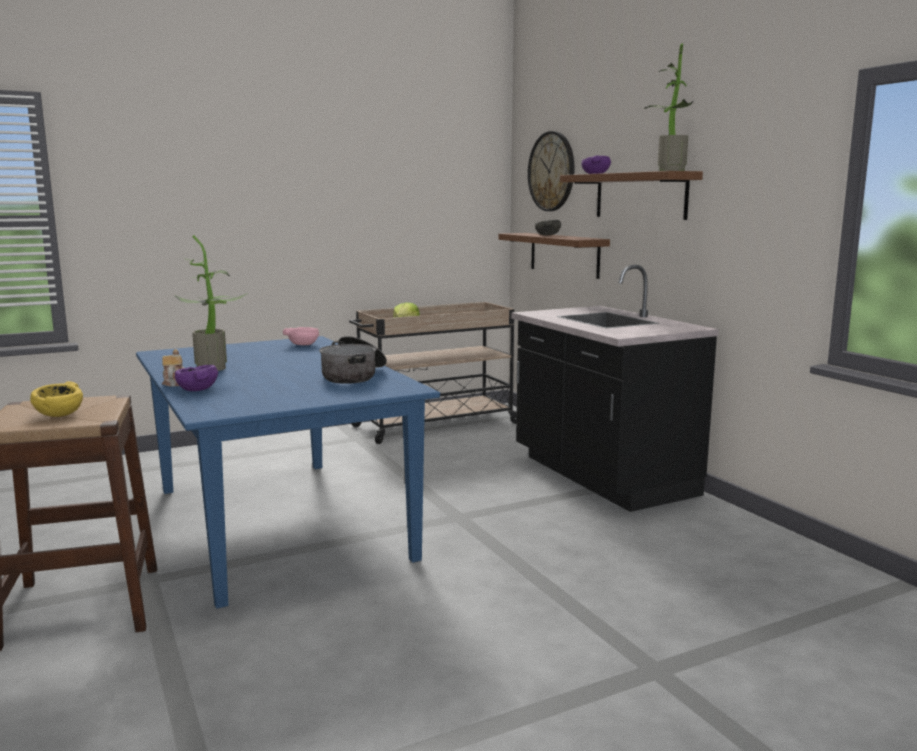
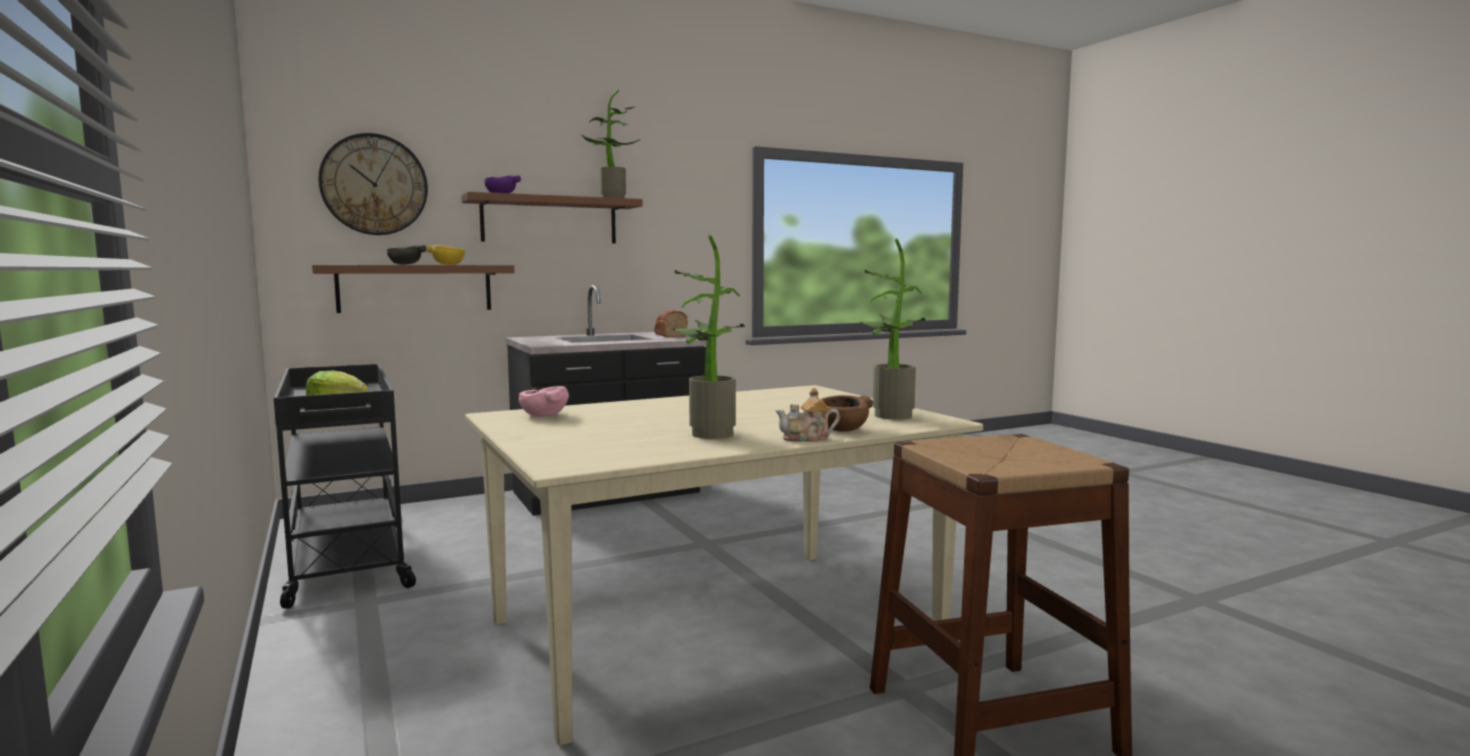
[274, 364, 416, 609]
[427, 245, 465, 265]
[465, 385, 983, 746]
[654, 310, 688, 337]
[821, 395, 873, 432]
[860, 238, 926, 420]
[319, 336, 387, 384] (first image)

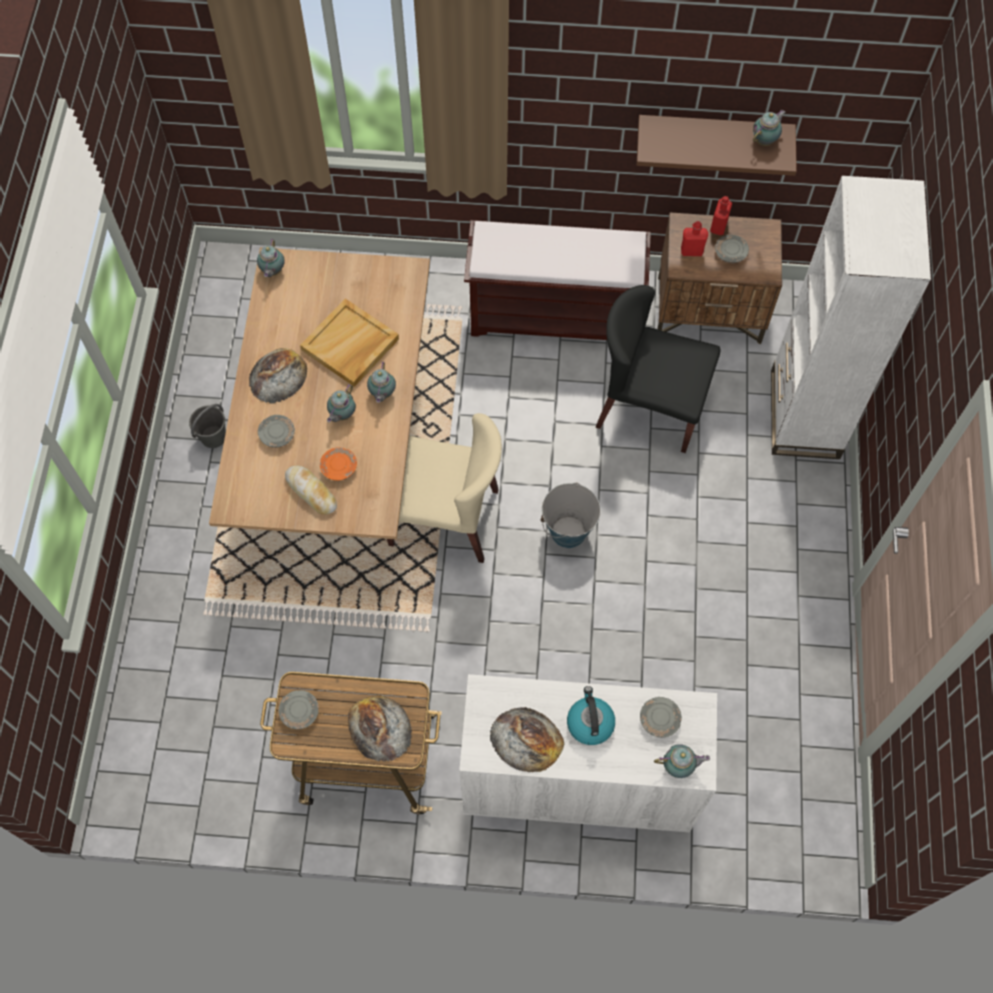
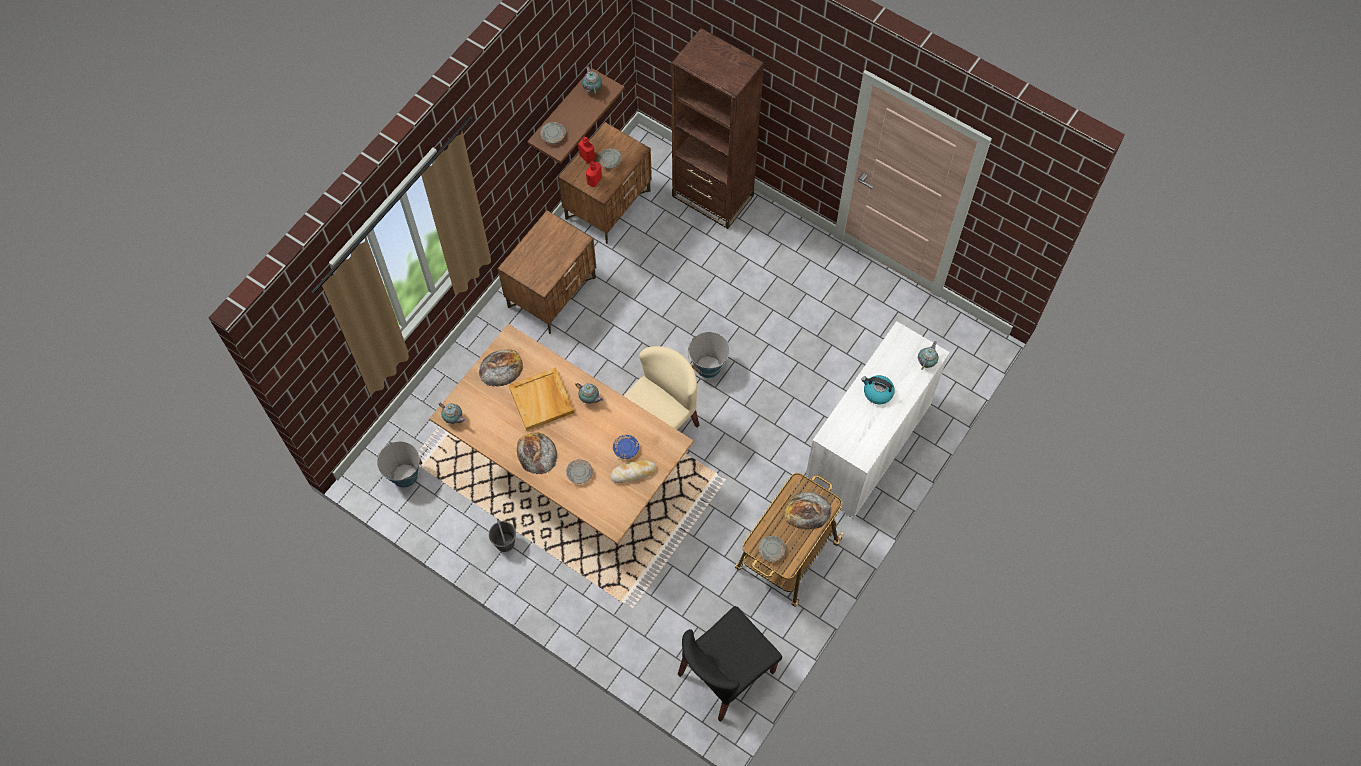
[377, 441, 422, 488]
[479, 349, 523, 387]
[498, 210, 596, 334]
[540, 122, 566, 144]
[613, 435, 639, 459]
[671, 28, 764, 229]
[678, 606, 782, 722]
[327, 384, 356, 422] (first image)

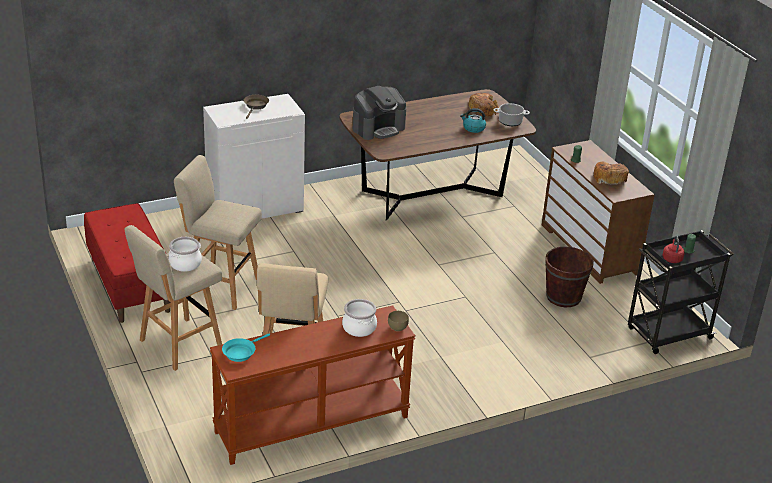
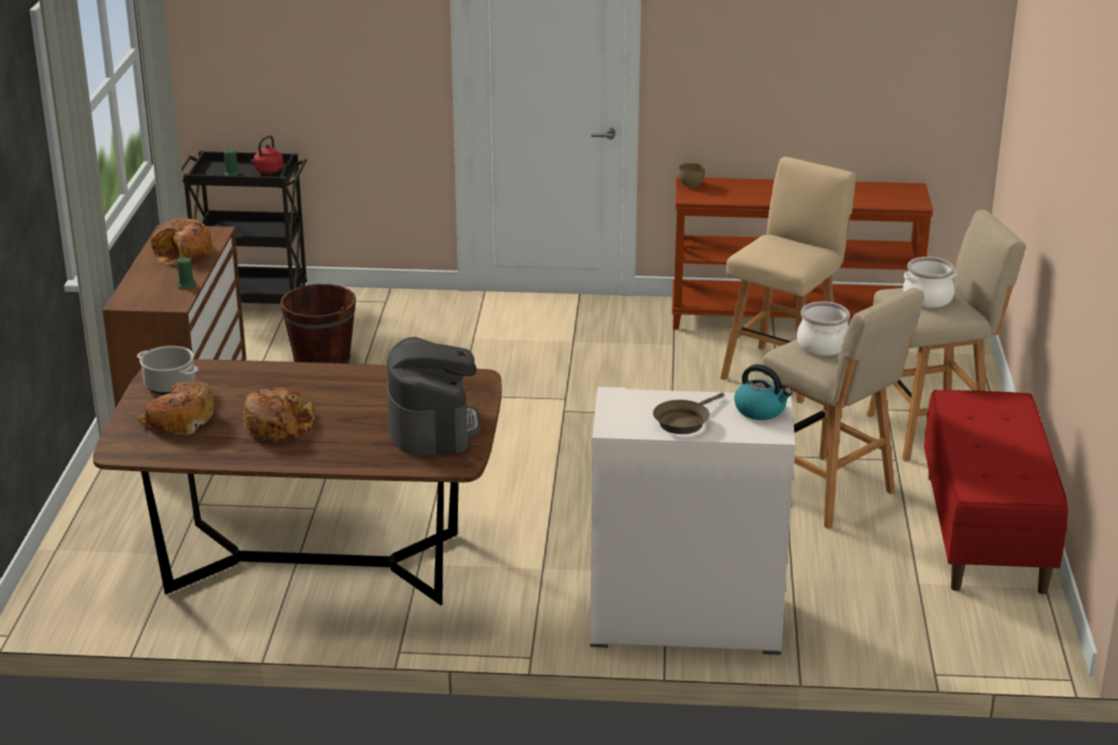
[243, 388, 314, 441]
[387, 337, 481, 455]
[734, 364, 792, 420]
[797, 301, 850, 356]
[222, 334, 270, 362] (first image)

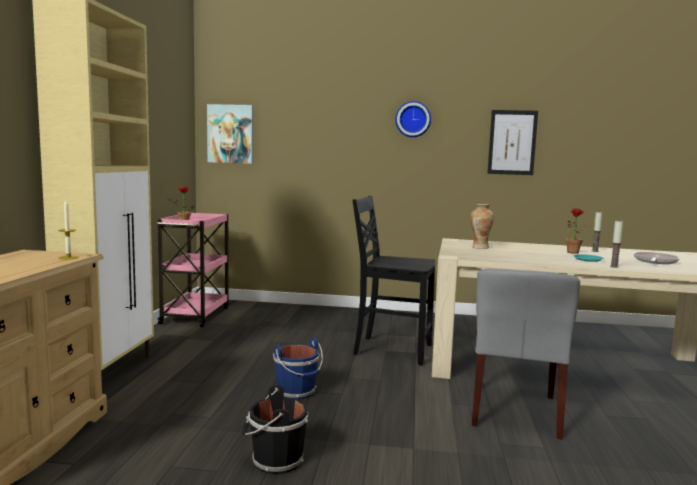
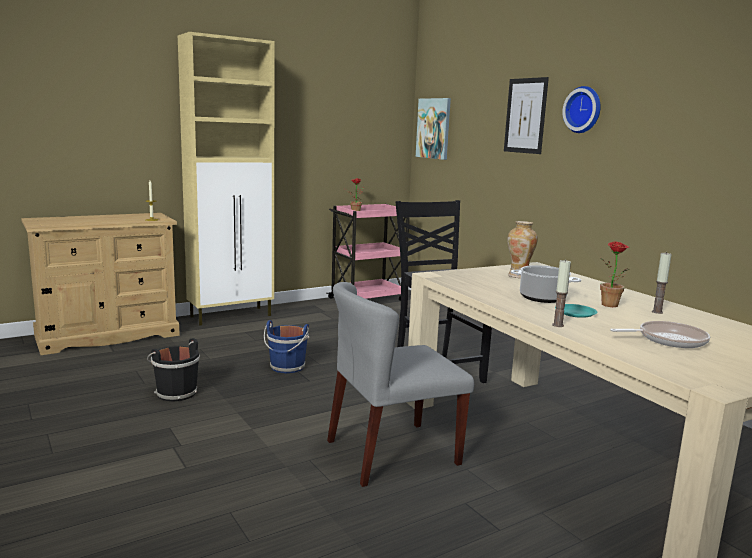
[504, 77, 549, 154]
[510, 265, 581, 303]

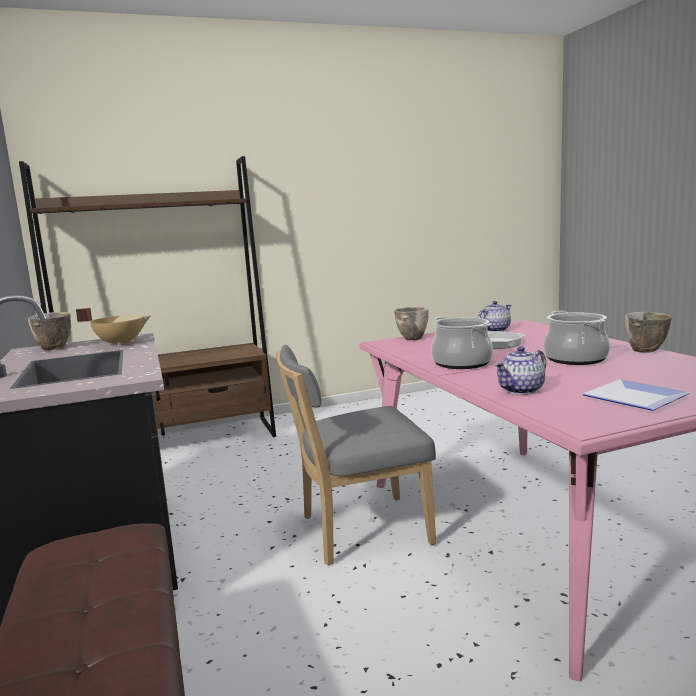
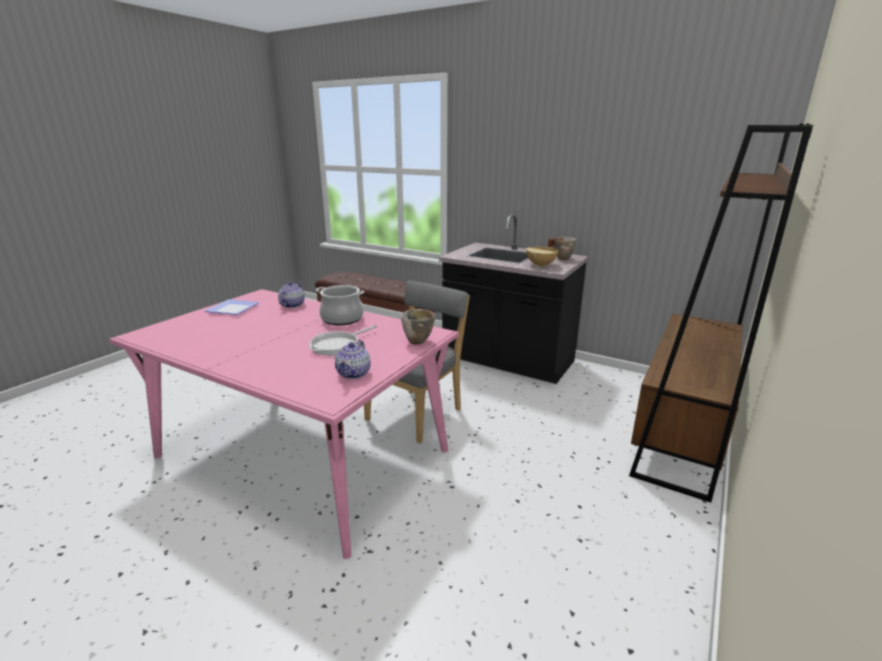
[543, 311, 610, 365] (first image)
[625, 312, 672, 353] (first image)

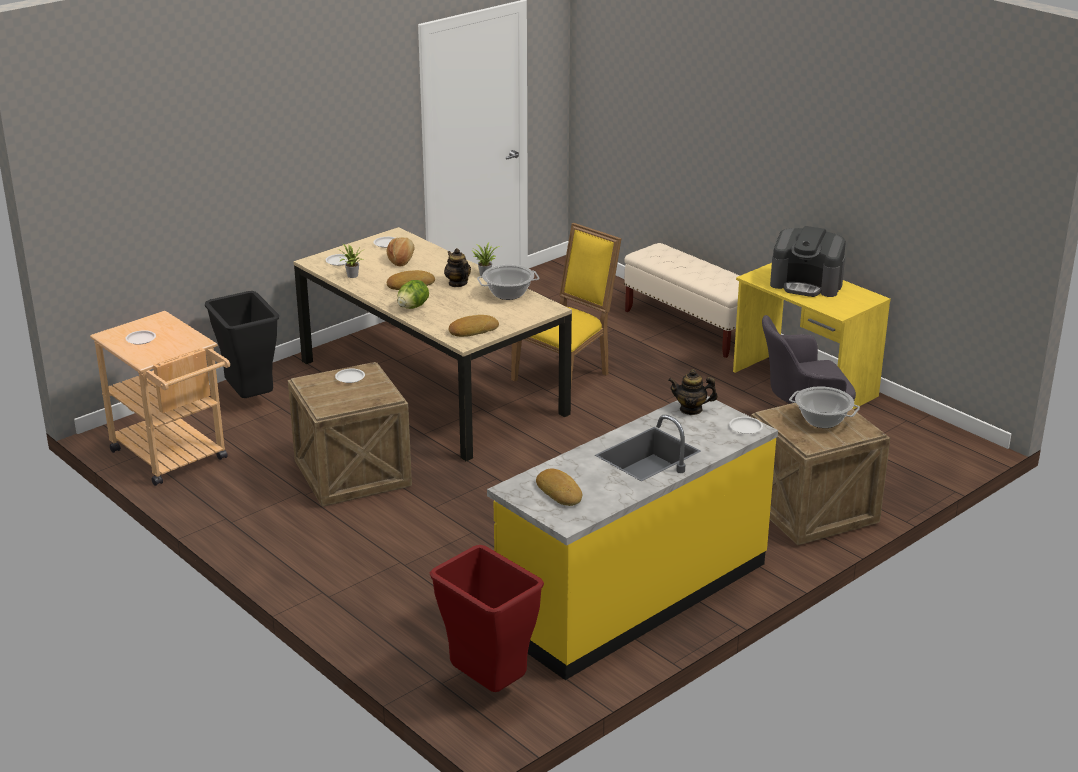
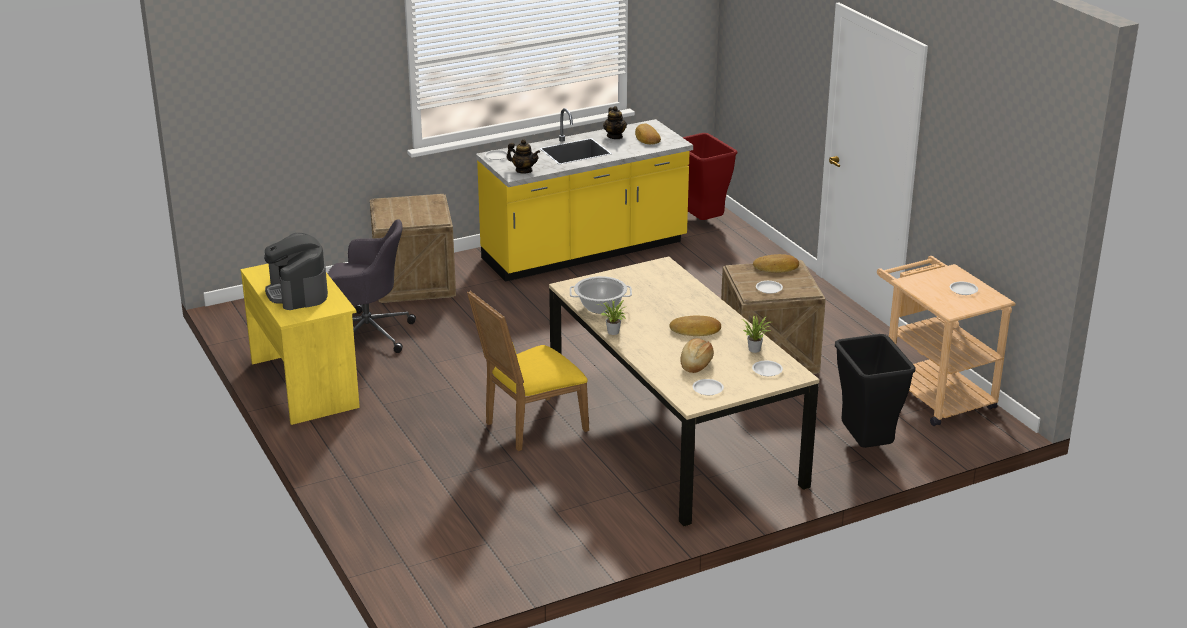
[264, 233, 328, 310]
[603, 106, 627, 139]
[753, 254, 799, 273]
[397, 280, 429, 309] (first image)
[624, 243, 740, 358] (first image)
[789, 387, 860, 428] (first image)

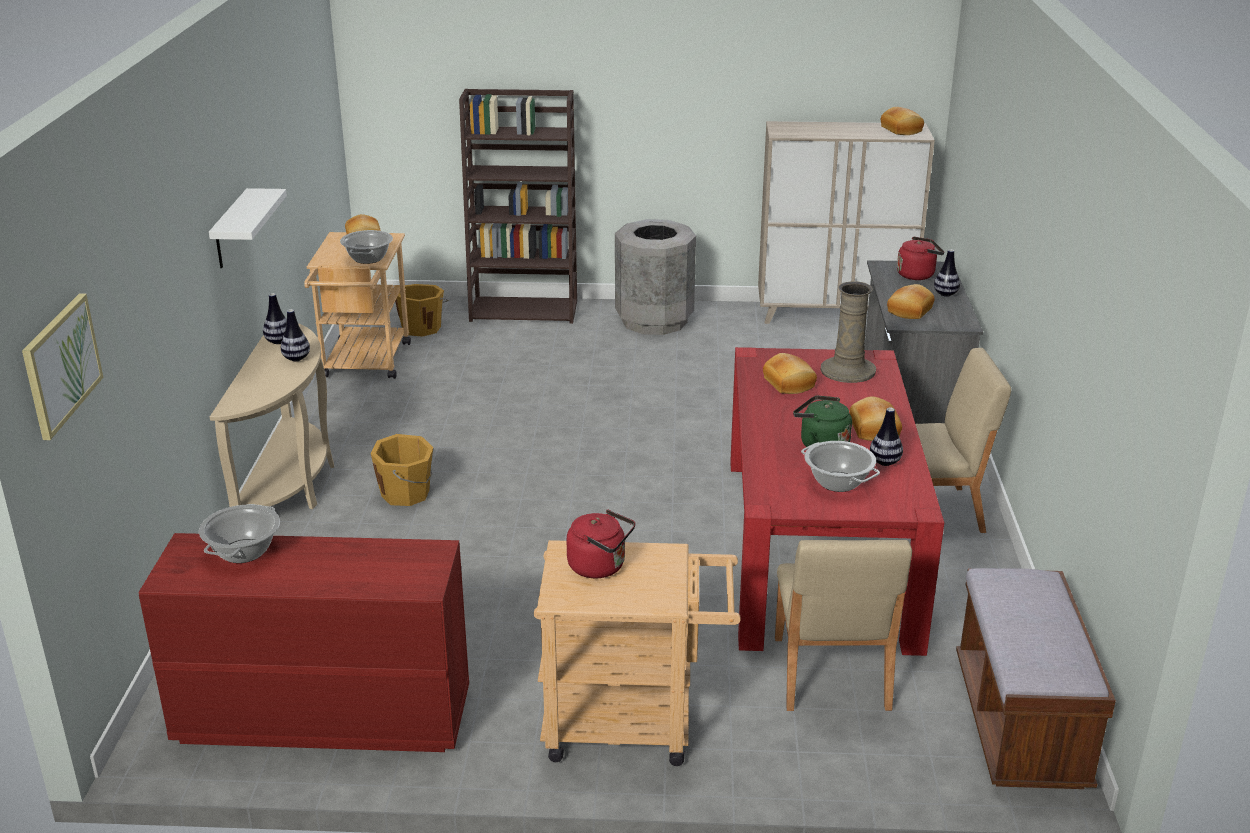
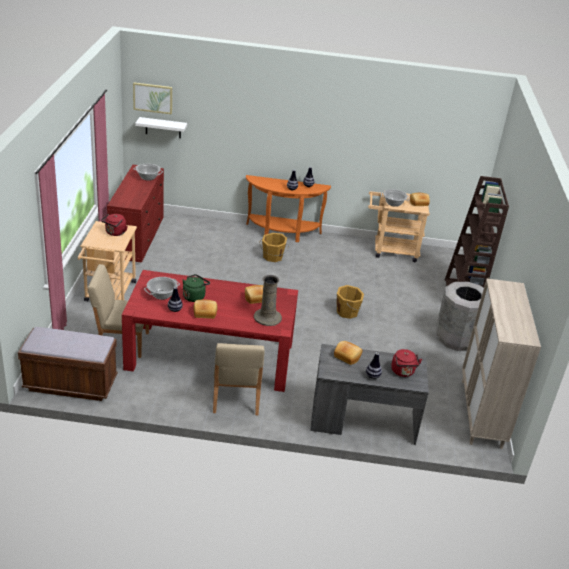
[135, 117, 187, 138]
[246, 175, 331, 242]
[337, 285, 364, 319]
[881, 107, 924, 135] (first image)

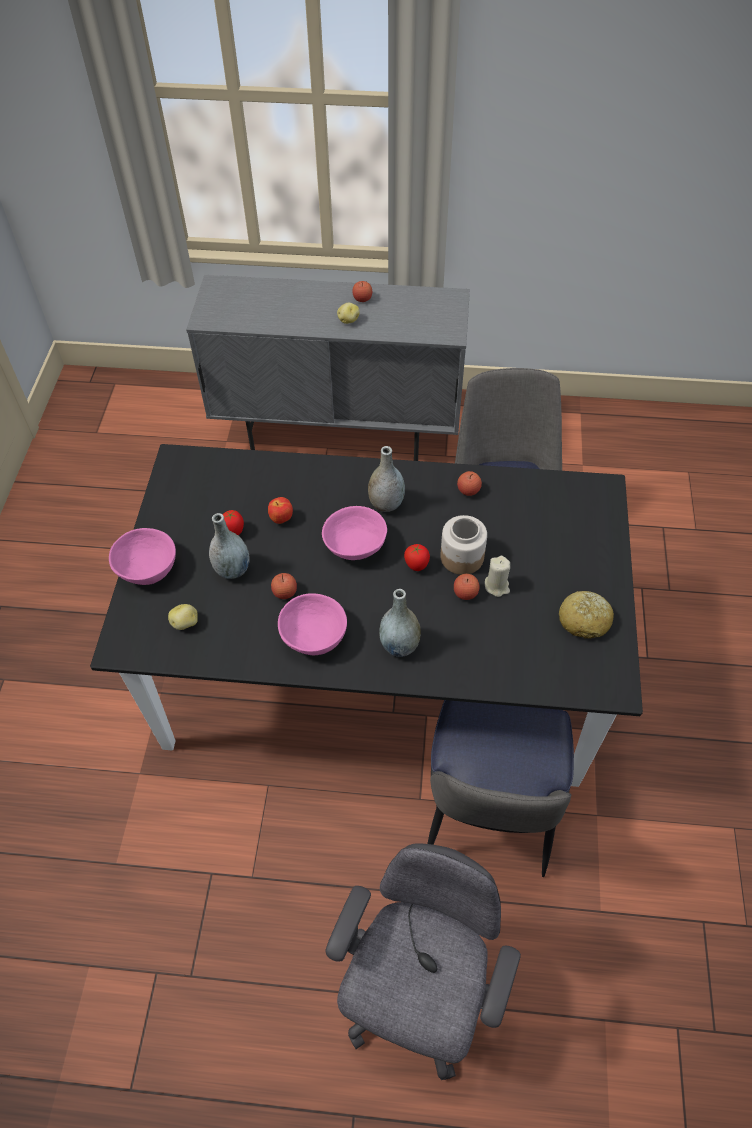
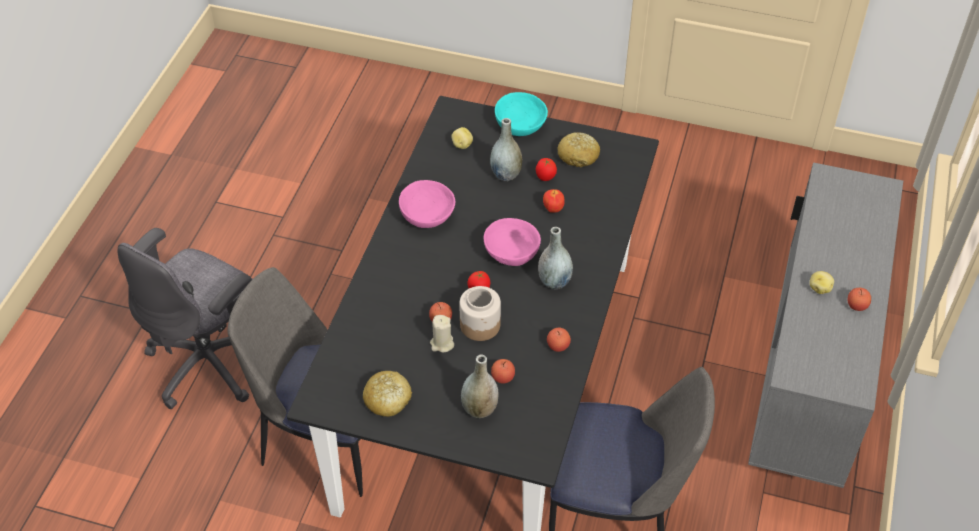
[117, 228, 252, 409]
[461, 354, 498, 418]
[491, 359, 515, 383]
[495, 92, 548, 136]
[558, 132, 600, 167]

